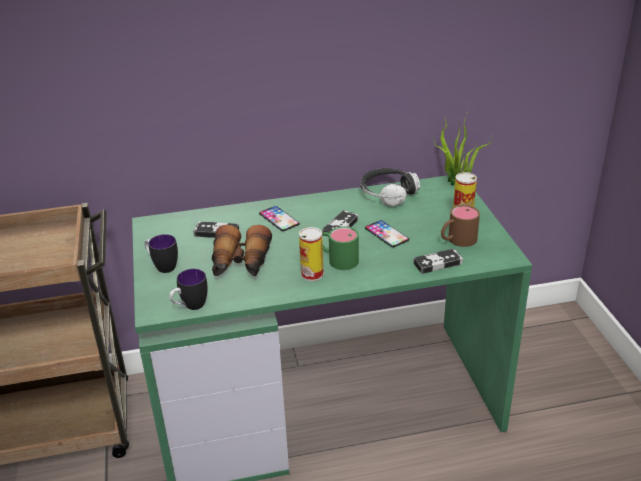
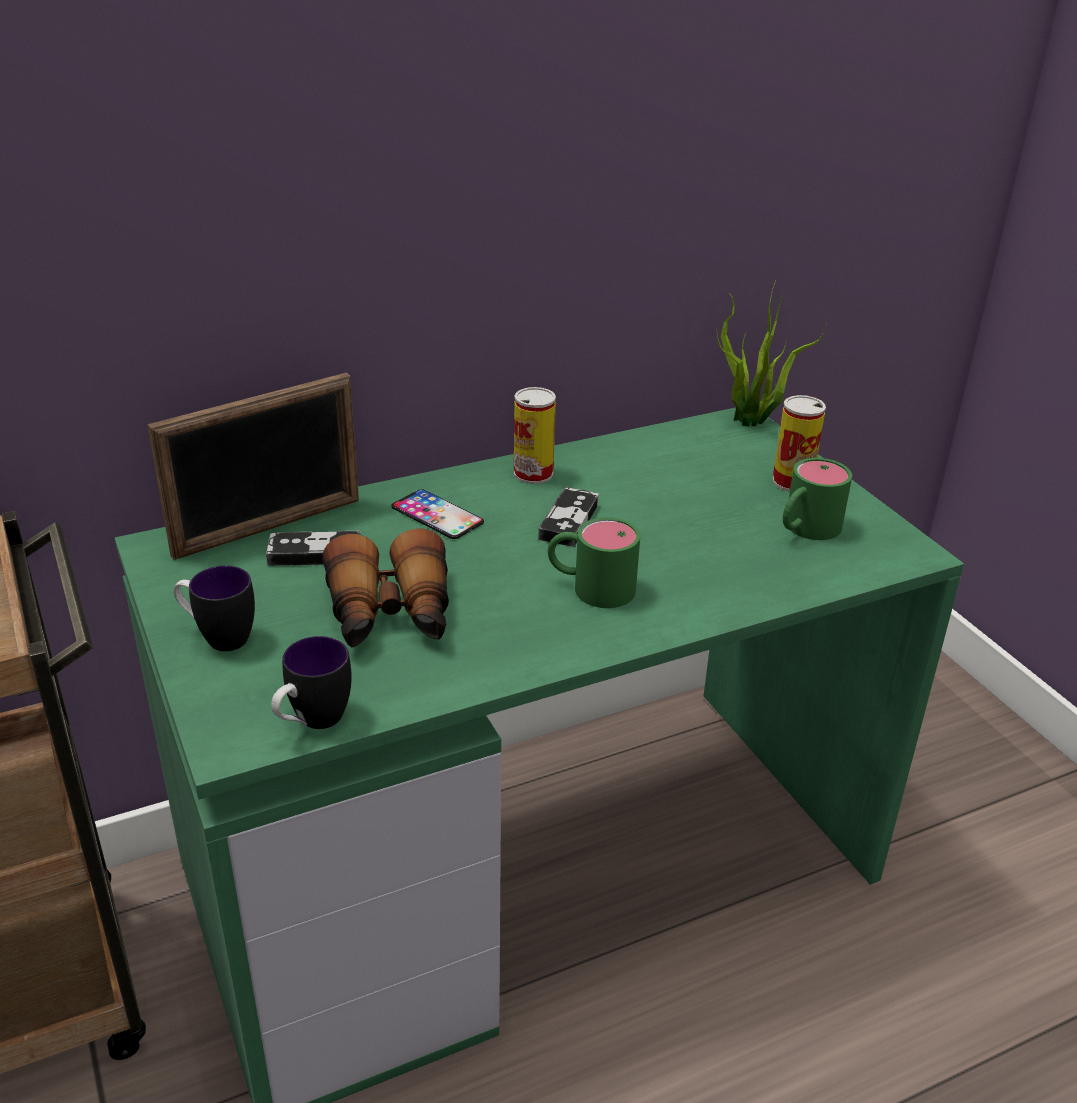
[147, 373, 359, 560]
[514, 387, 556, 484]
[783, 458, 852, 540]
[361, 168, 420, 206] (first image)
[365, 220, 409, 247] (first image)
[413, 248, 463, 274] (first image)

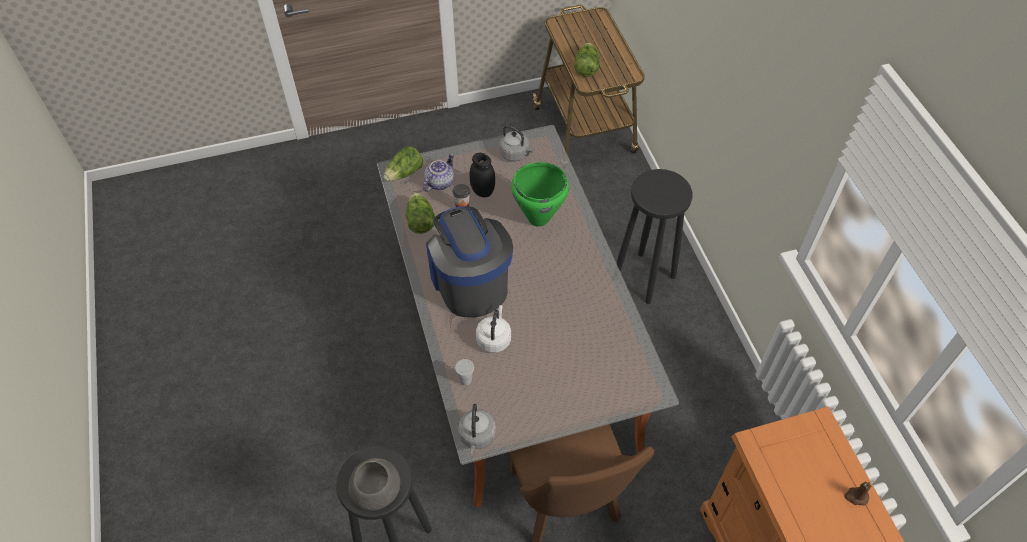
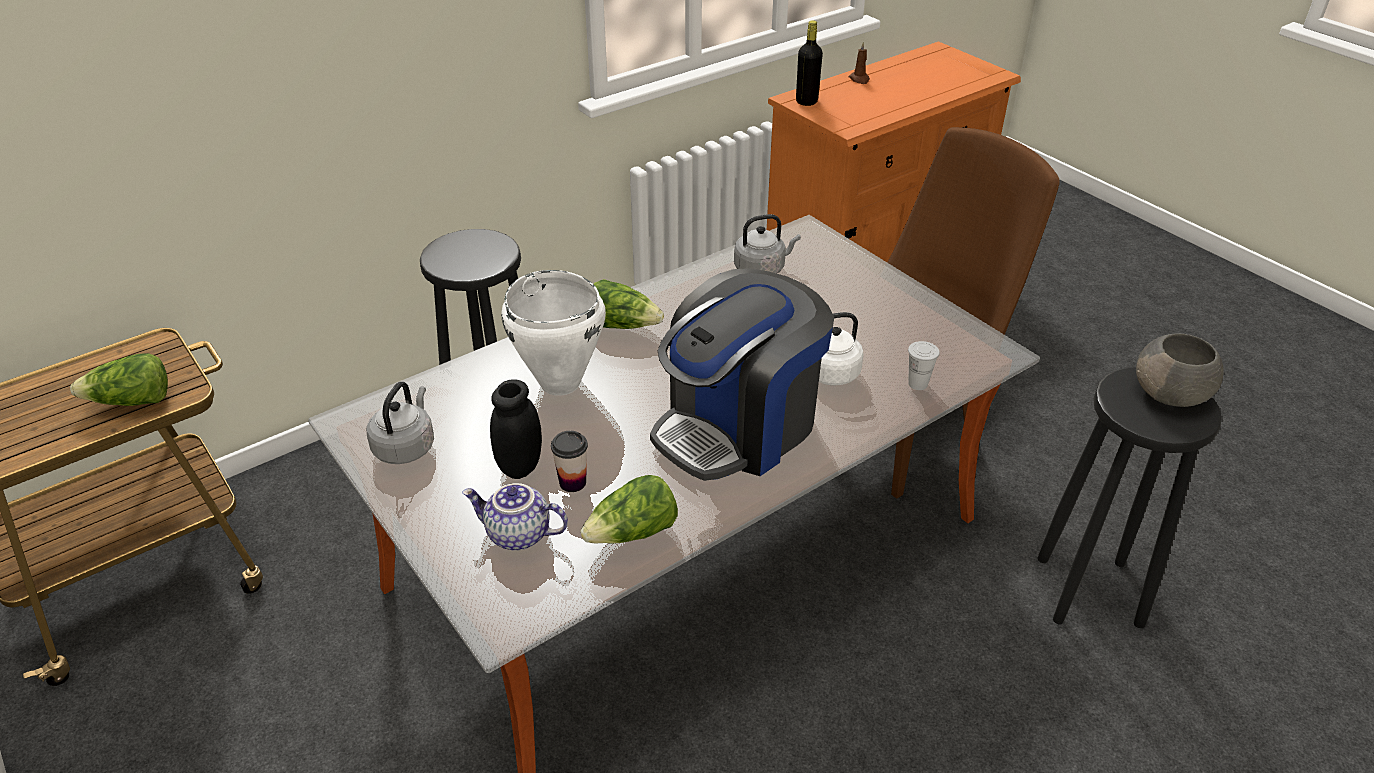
[501, 270, 606, 396]
[594, 279, 664, 329]
[734, 214, 801, 274]
[796, 20, 823, 106]

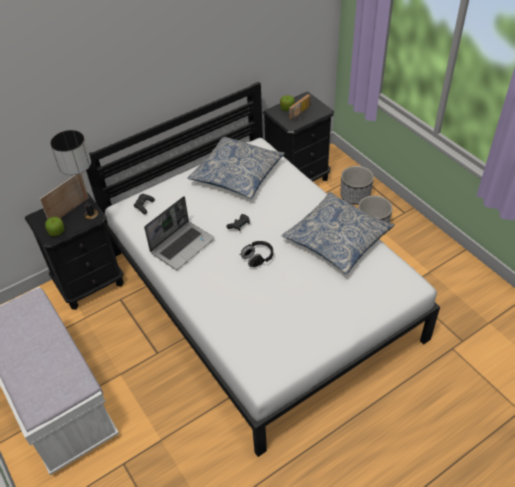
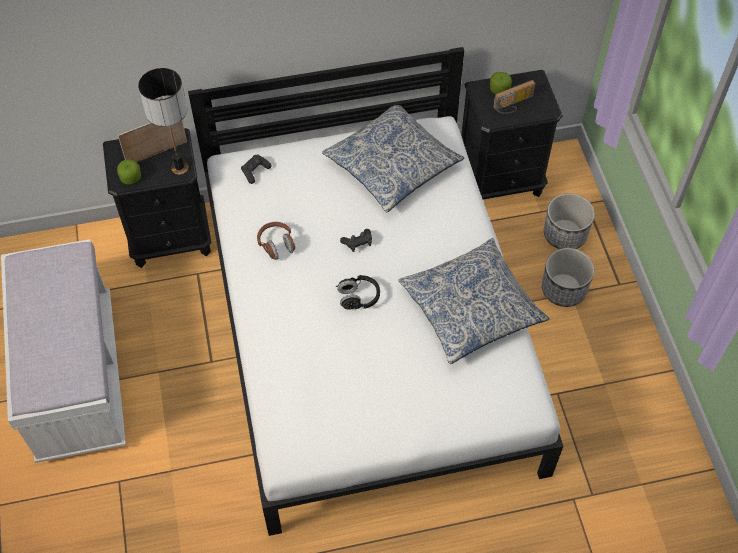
[257, 222, 295, 260]

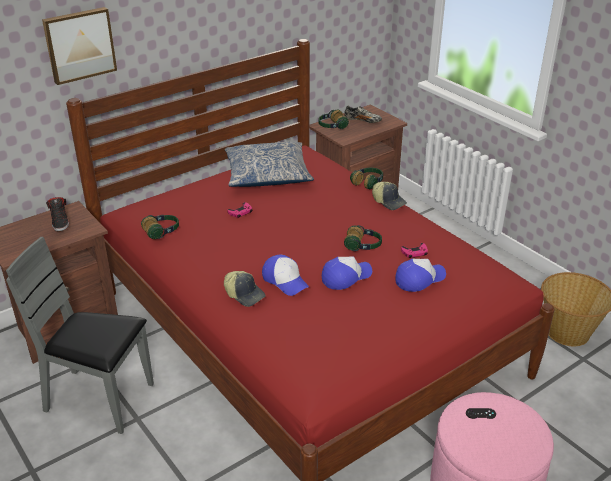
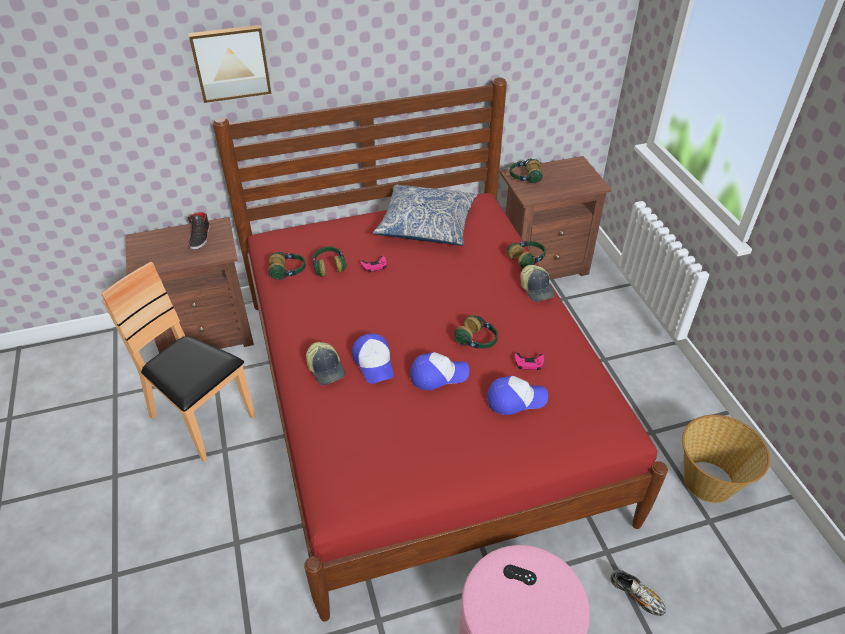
[101, 262, 256, 462]
[313, 246, 347, 277]
[610, 569, 666, 616]

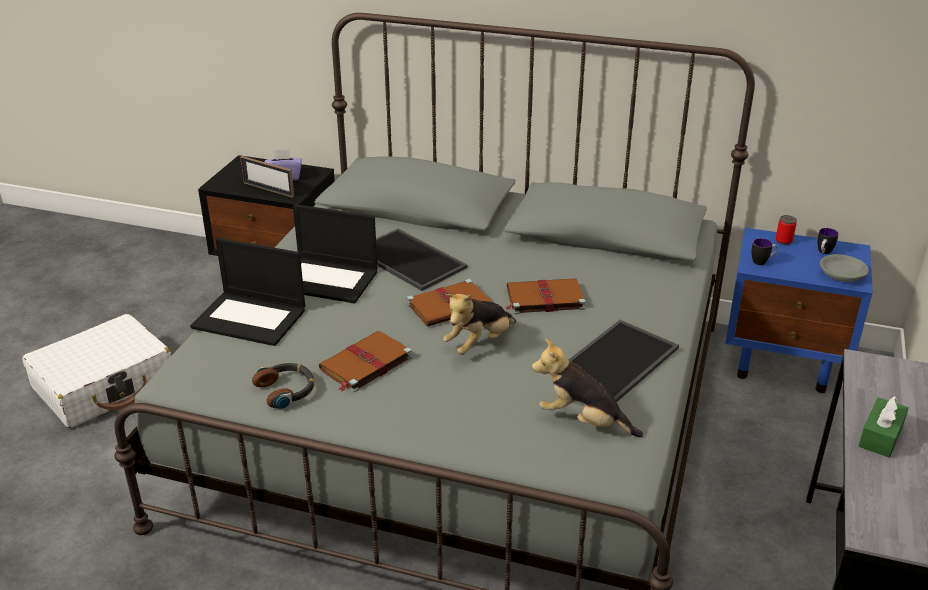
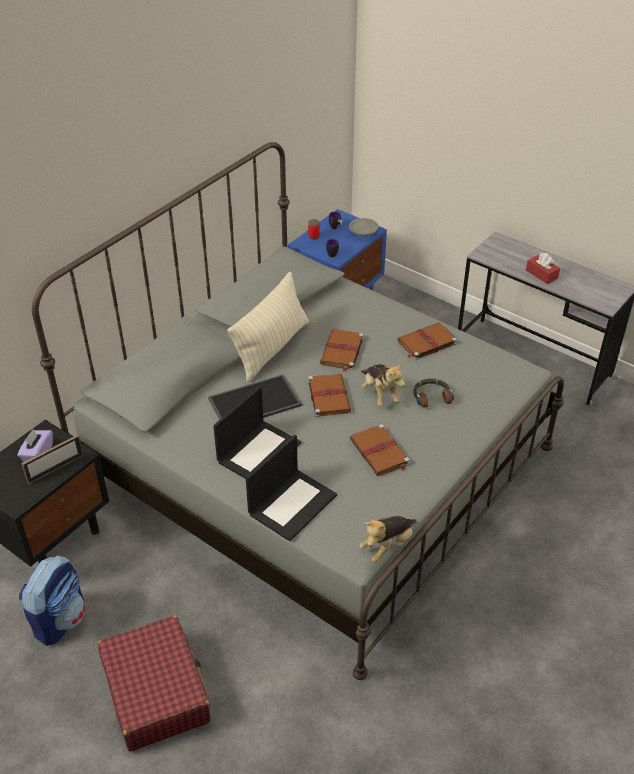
[19, 555, 85, 646]
[98, 615, 211, 751]
[228, 271, 309, 382]
[360, 516, 417, 563]
[398, 323, 457, 360]
[413, 379, 454, 408]
[526, 253, 560, 284]

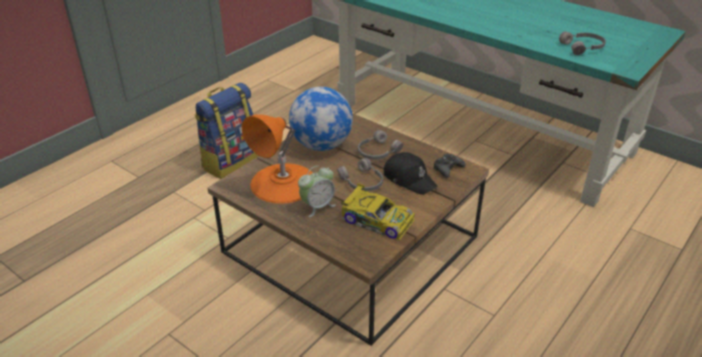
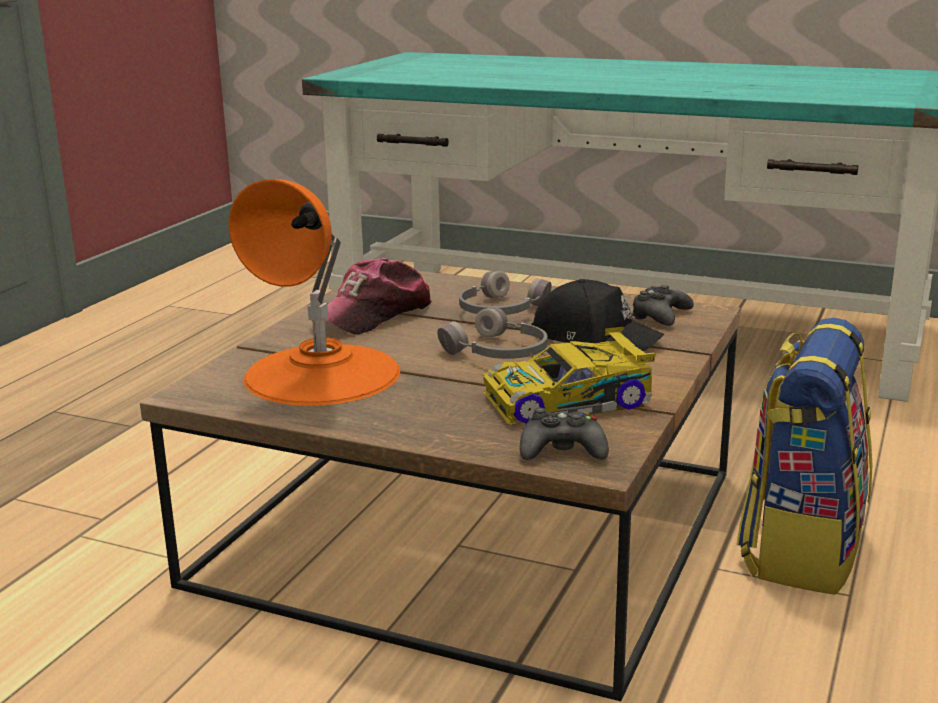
[325, 258, 432, 334]
[483, 327, 656, 425]
[520, 408, 609, 460]
[737, 318, 873, 595]
[298, 166, 336, 217] (first image)
[559, 31, 606, 55] (first image)

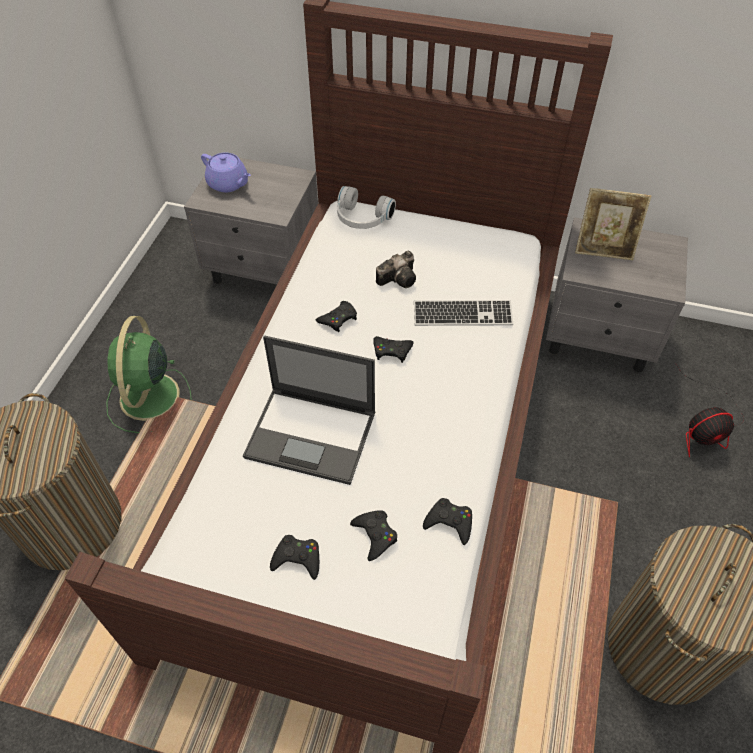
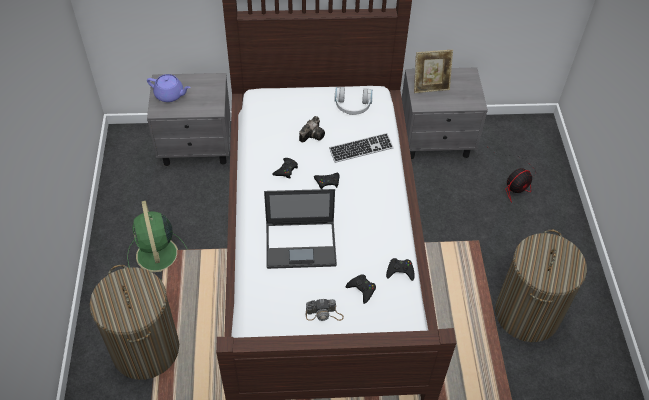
[306, 299, 344, 321]
[334, 87, 373, 115]

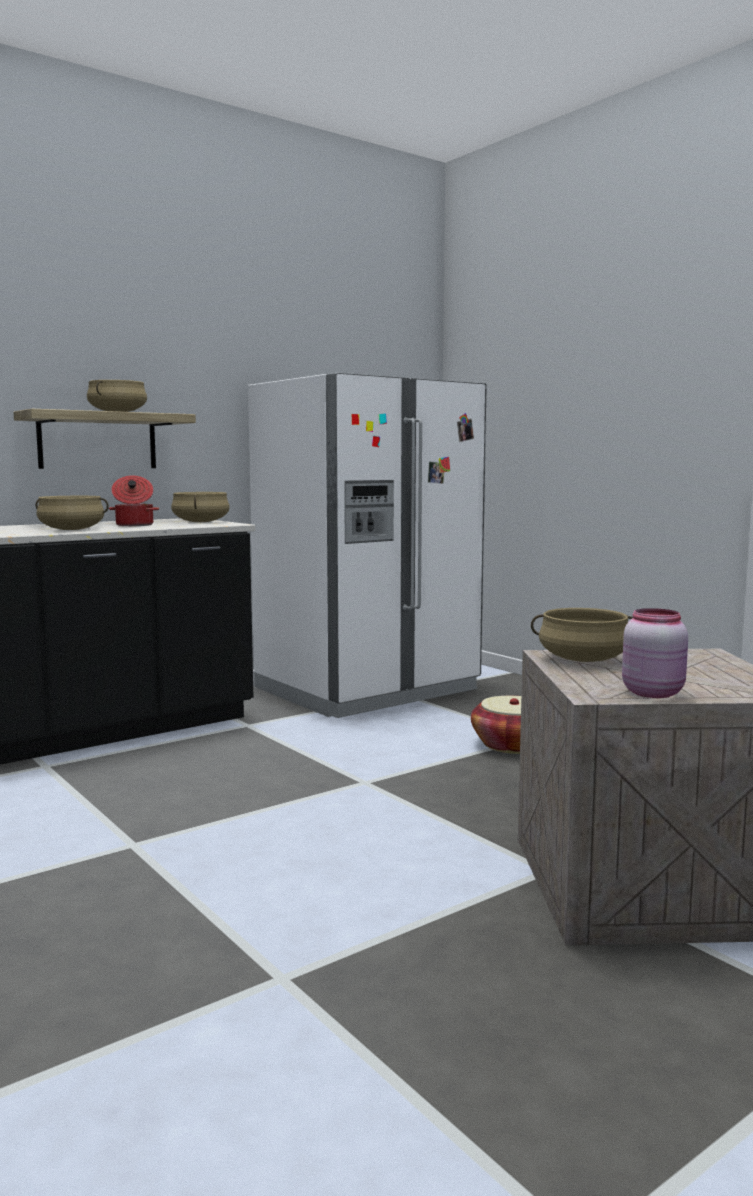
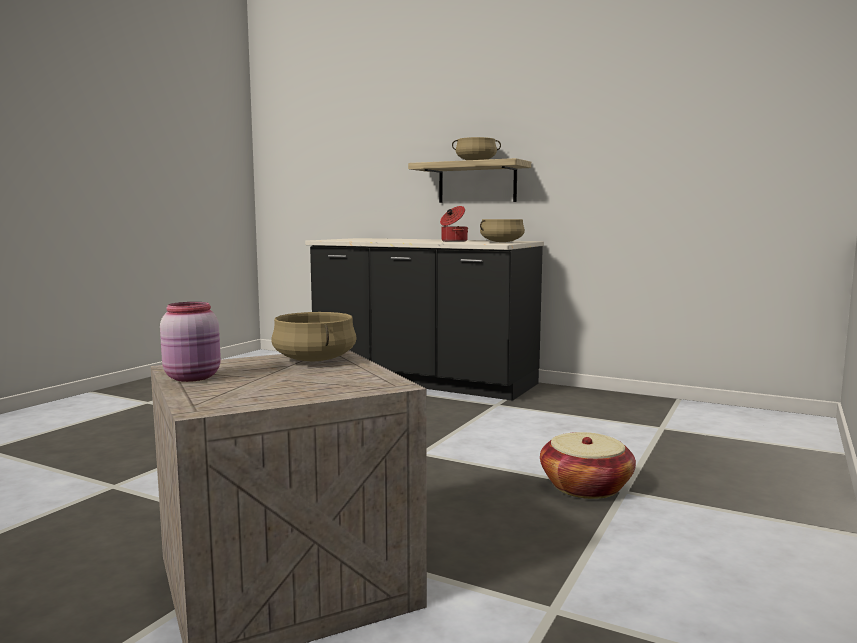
[36, 496, 109, 530] (first image)
[248, 373, 487, 718] (first image)

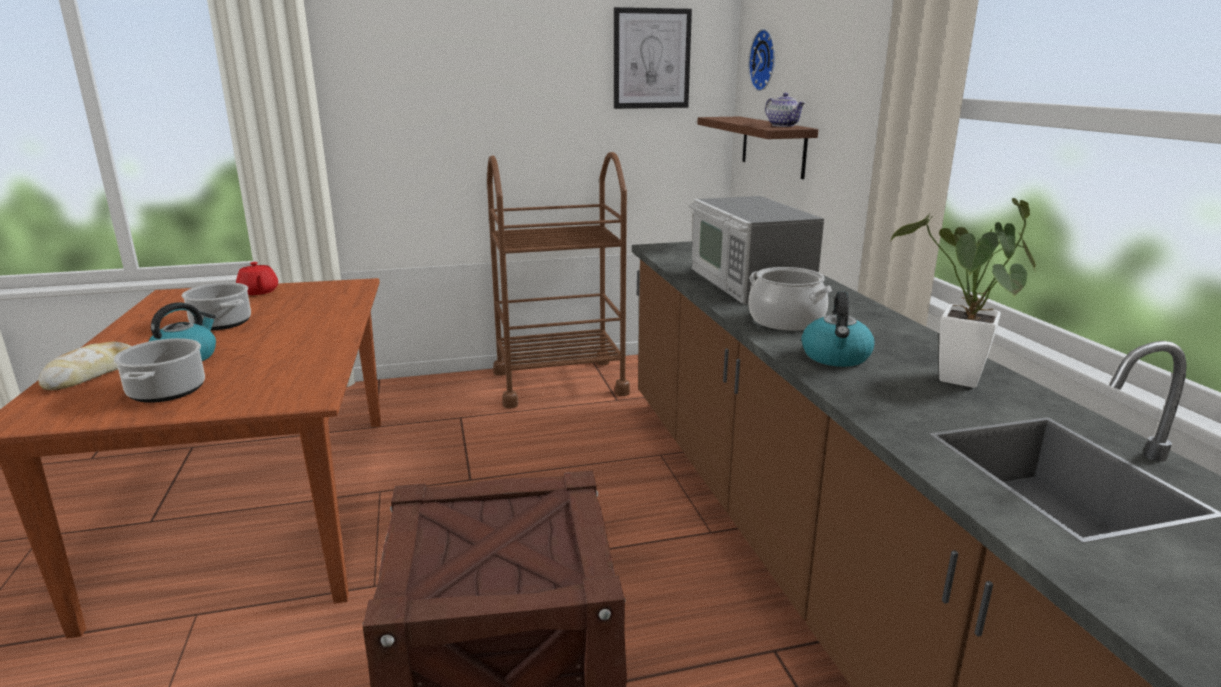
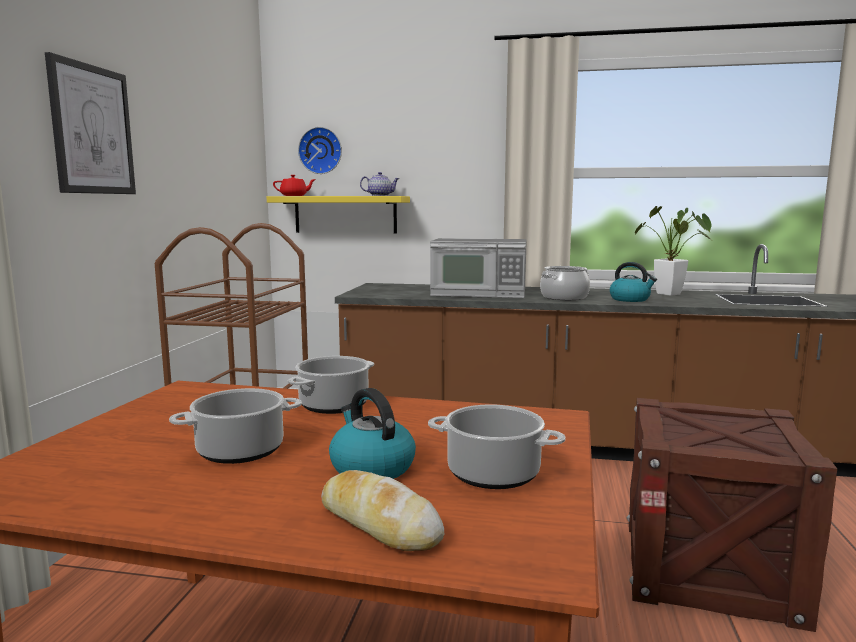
[45, 52, 136, 194]
[267, 196, 410, 234]
[273, 175, 316, 196]
[288, 356, 374, 414]

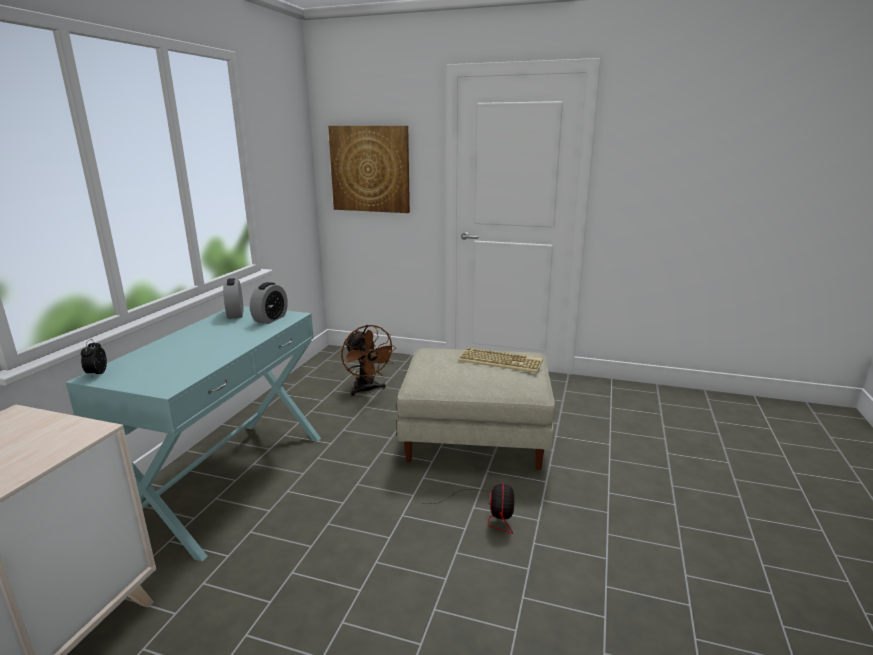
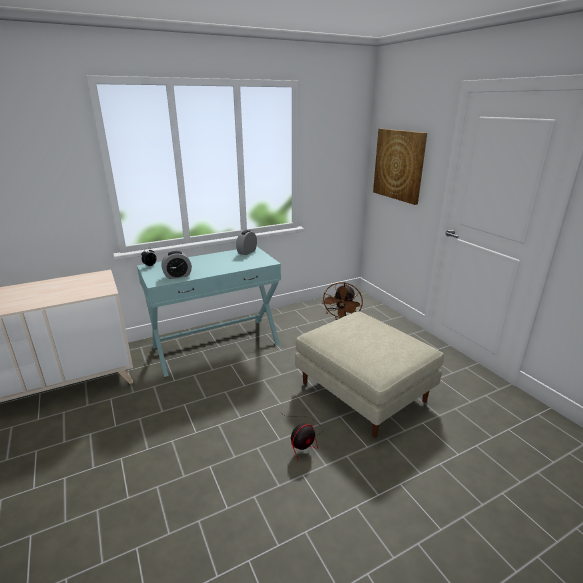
[161, 251, 192, 279]
[459, 348, 543, 373] (first image)

